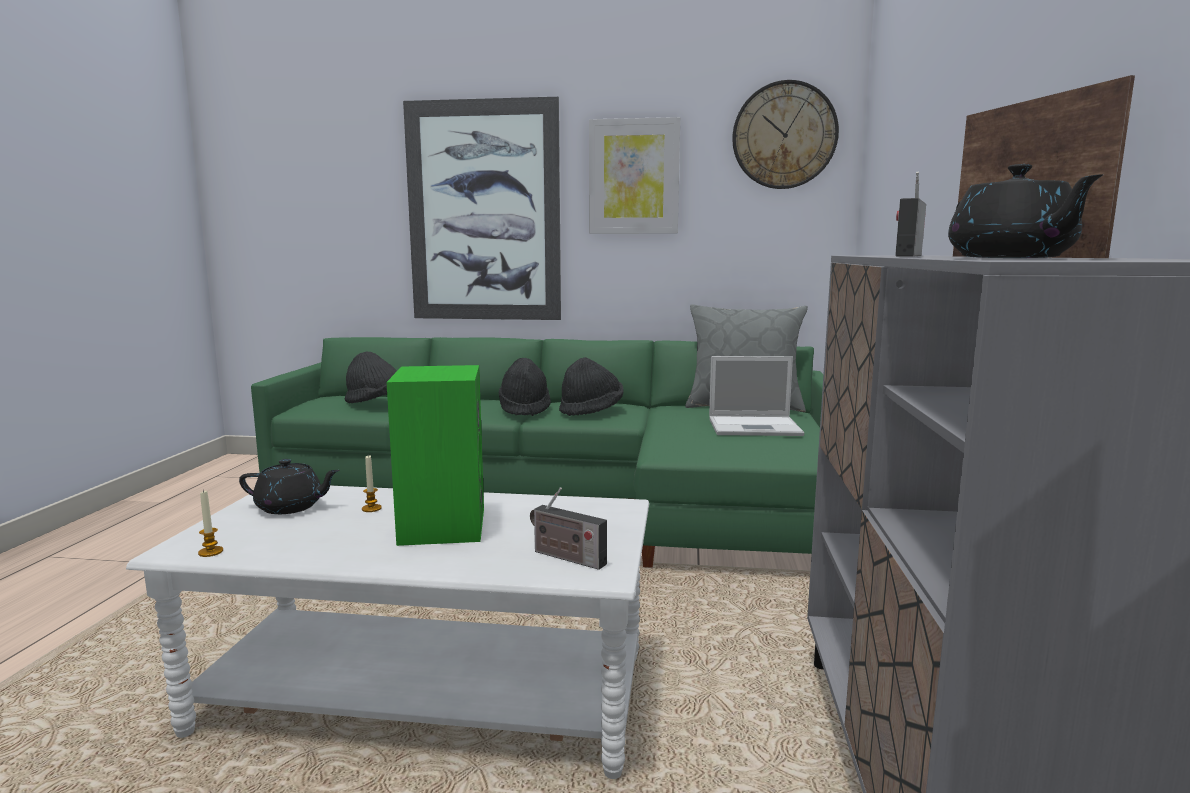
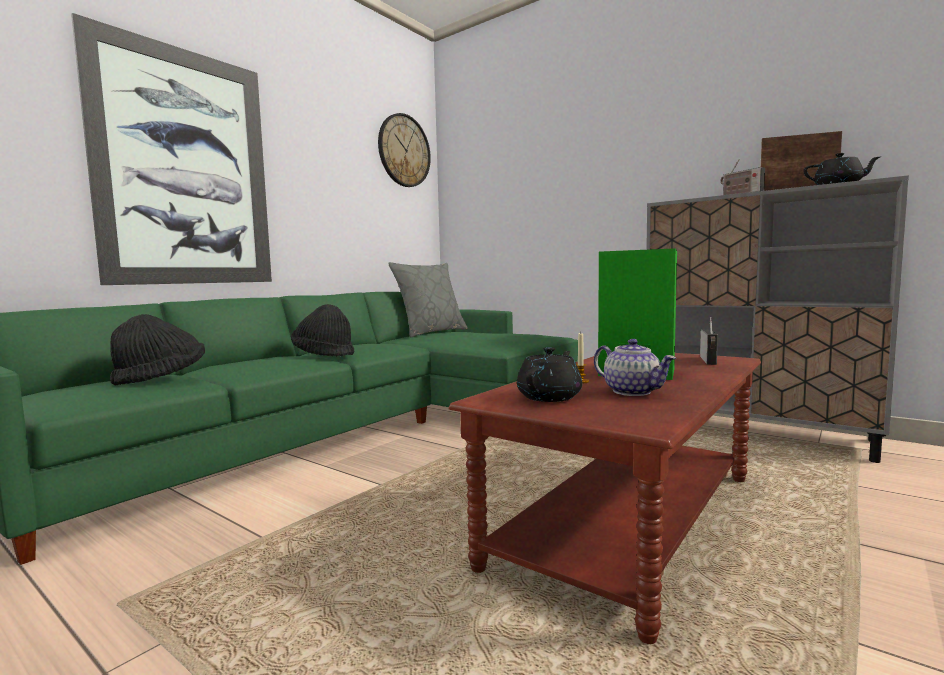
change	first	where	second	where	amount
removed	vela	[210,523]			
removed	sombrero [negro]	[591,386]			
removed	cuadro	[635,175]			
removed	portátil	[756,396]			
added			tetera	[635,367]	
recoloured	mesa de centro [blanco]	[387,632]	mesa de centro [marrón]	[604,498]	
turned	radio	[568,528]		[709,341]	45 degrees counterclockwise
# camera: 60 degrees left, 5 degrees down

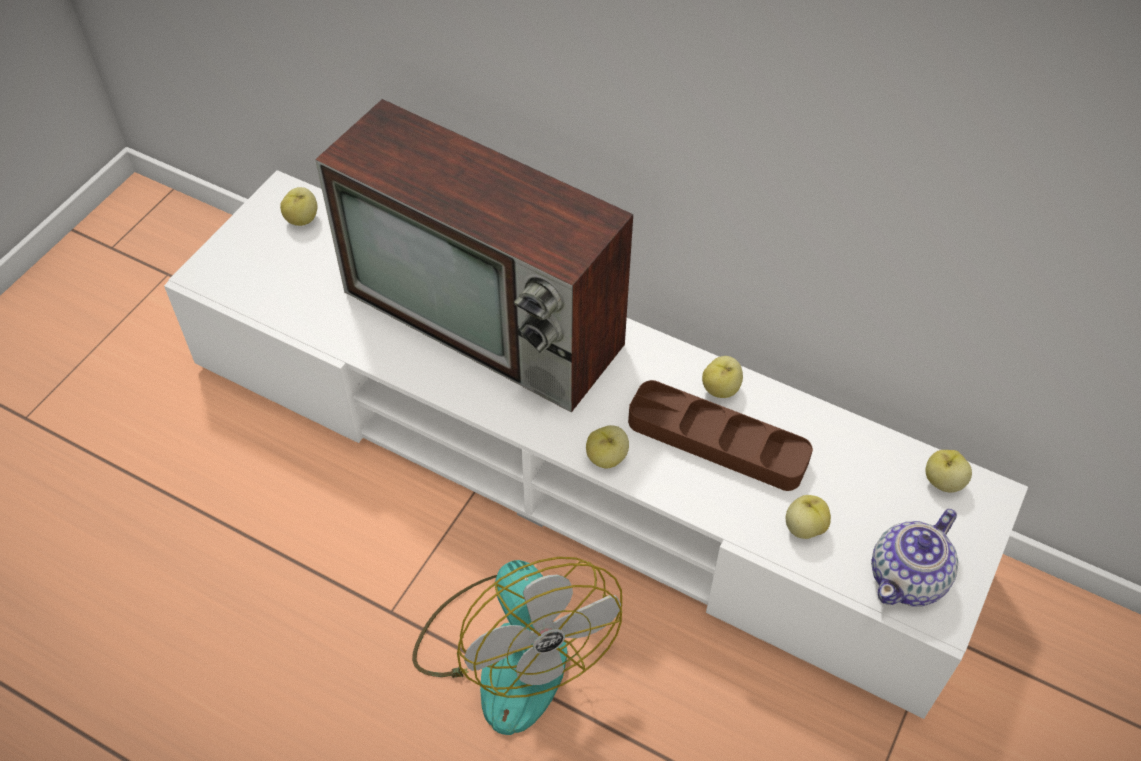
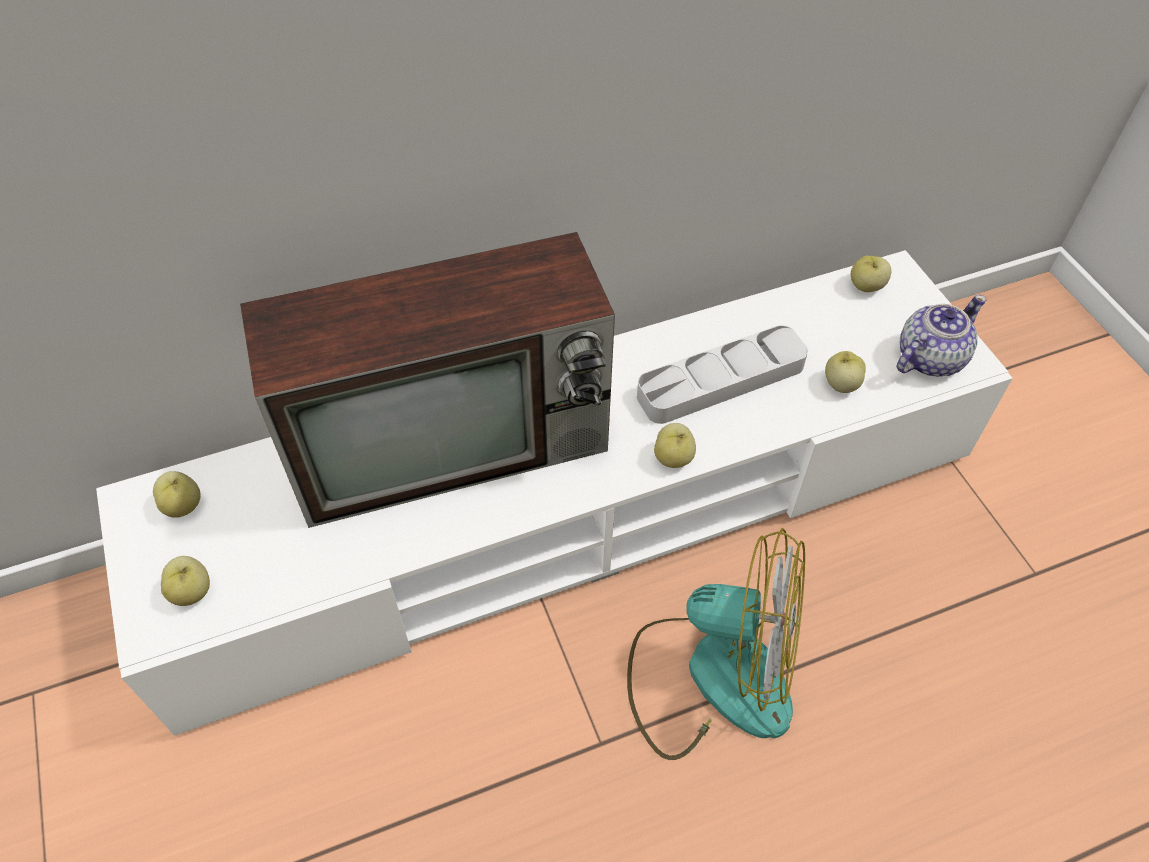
change	first	where	second	where	amount
moved	manzana	[722,377]		[185,581]	
recoloured	bandeja [marrón]	[720,435]	bandeja [gris]	[722,374]	
turned	tetera	[914,557]		[941,335]	120 degrees counterclockwise
# camera: 50 degrees left, 0 degrees up

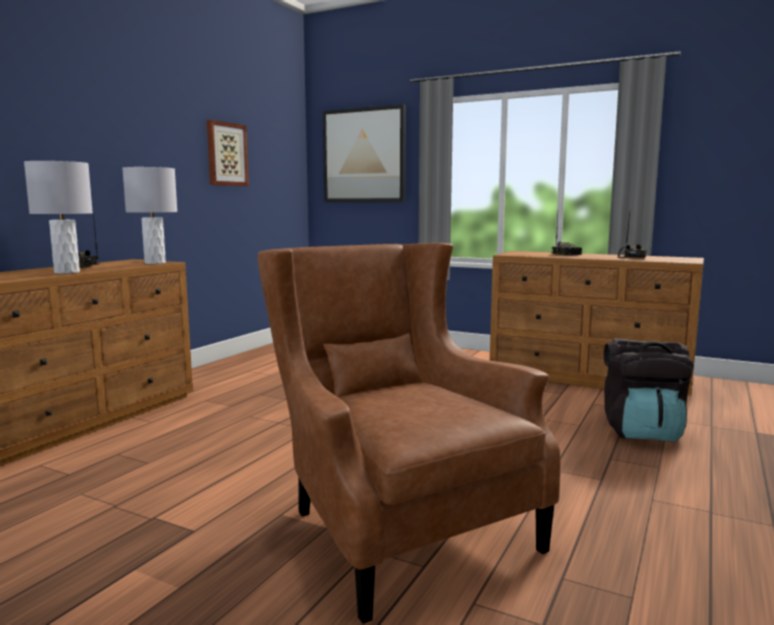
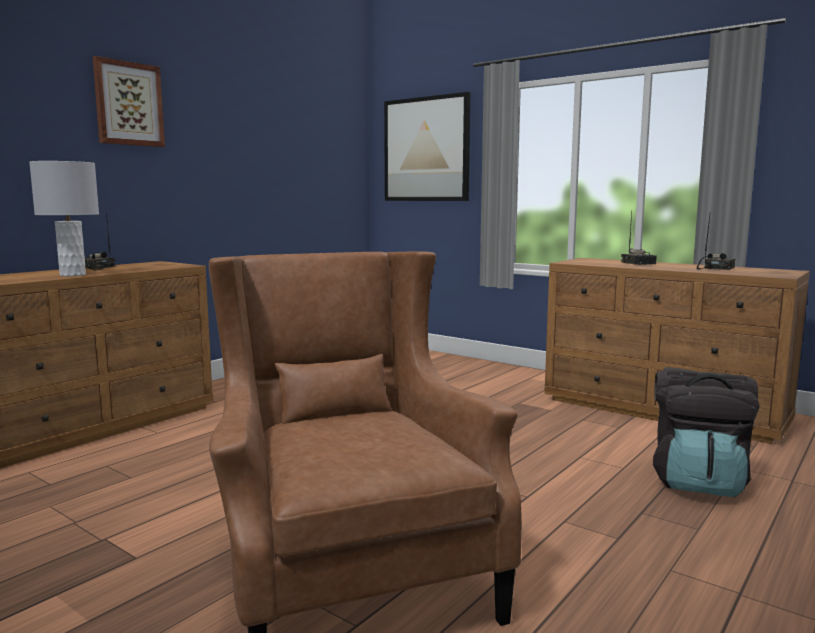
change	first	where	second	where	amount
removed	lámpara de mesa [gris]	[149,215]			
moved	cuadro	[228,153]		[128,101]	
# camera: 10 degrees right, 0 degrees up

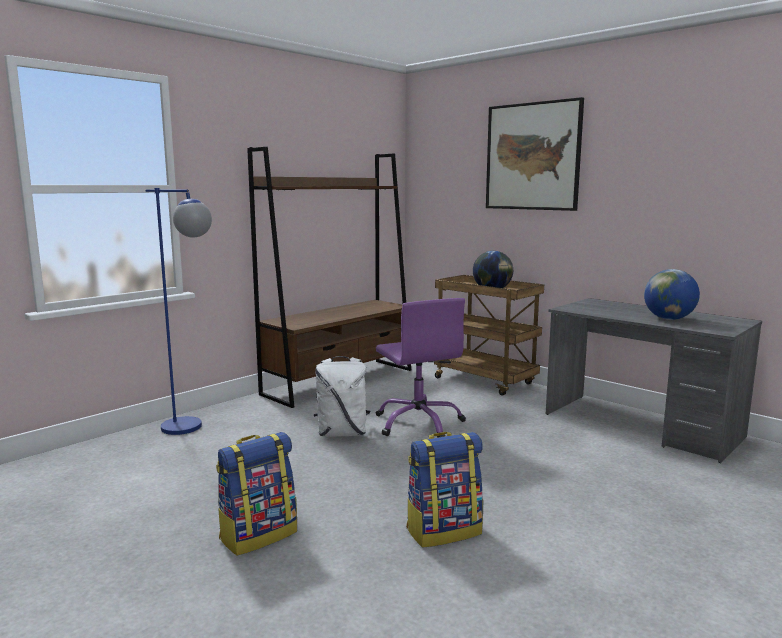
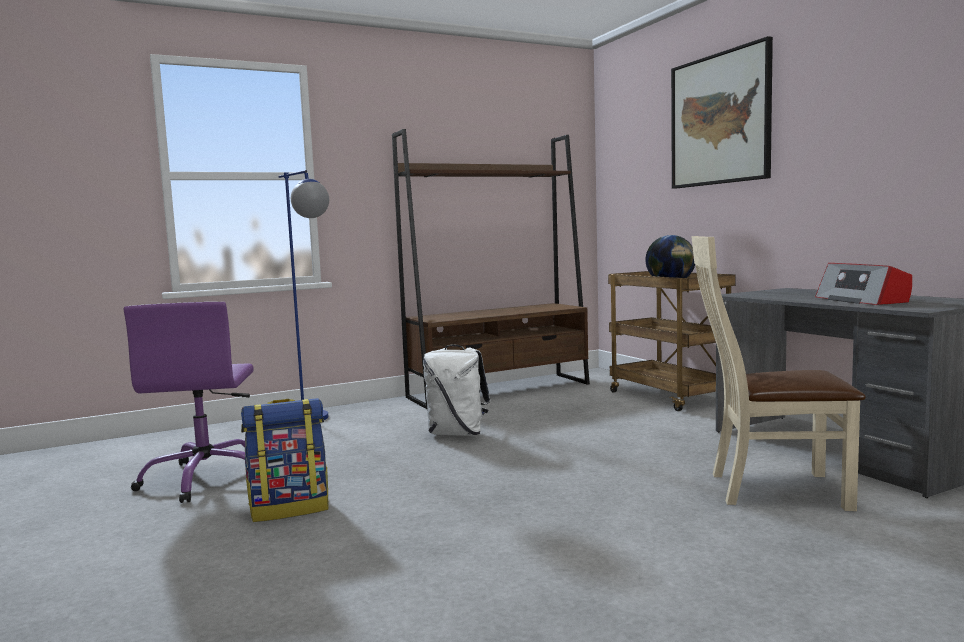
change	first	where	second	where	amount
removed	mochila	[444,490]			
added			silla [beis]	[778,373]	
moved	silla de oficina [morado]	[421,368]		[189,402]	
replaced	globo terráqueo	[672,294]	radio	[863,284]	
# camera: 20 degrees right, 5 degrees down

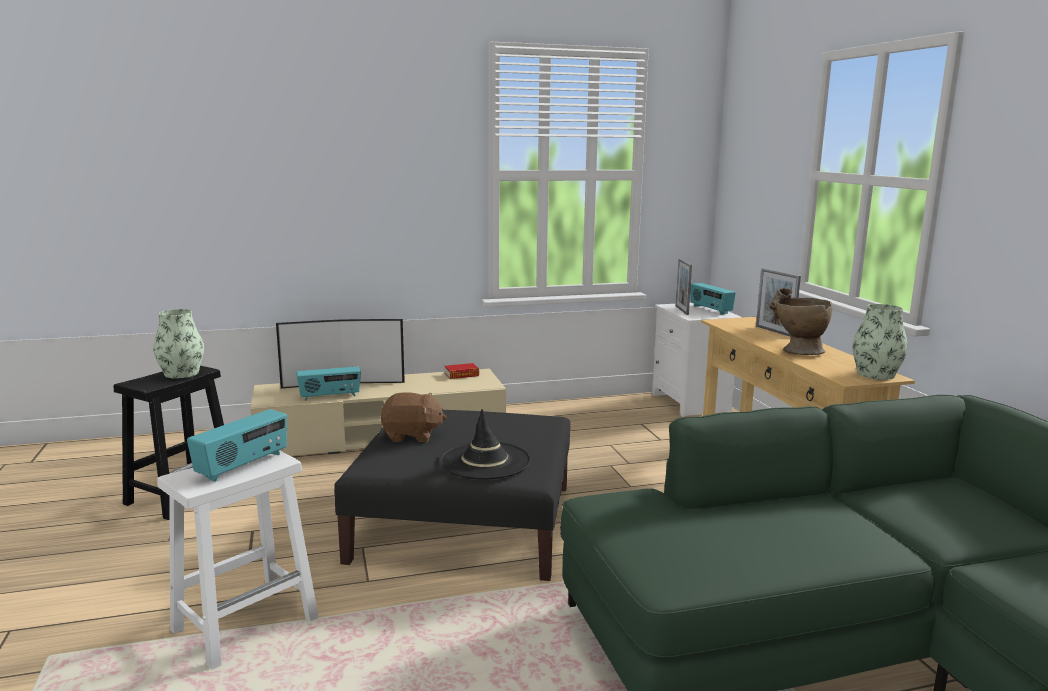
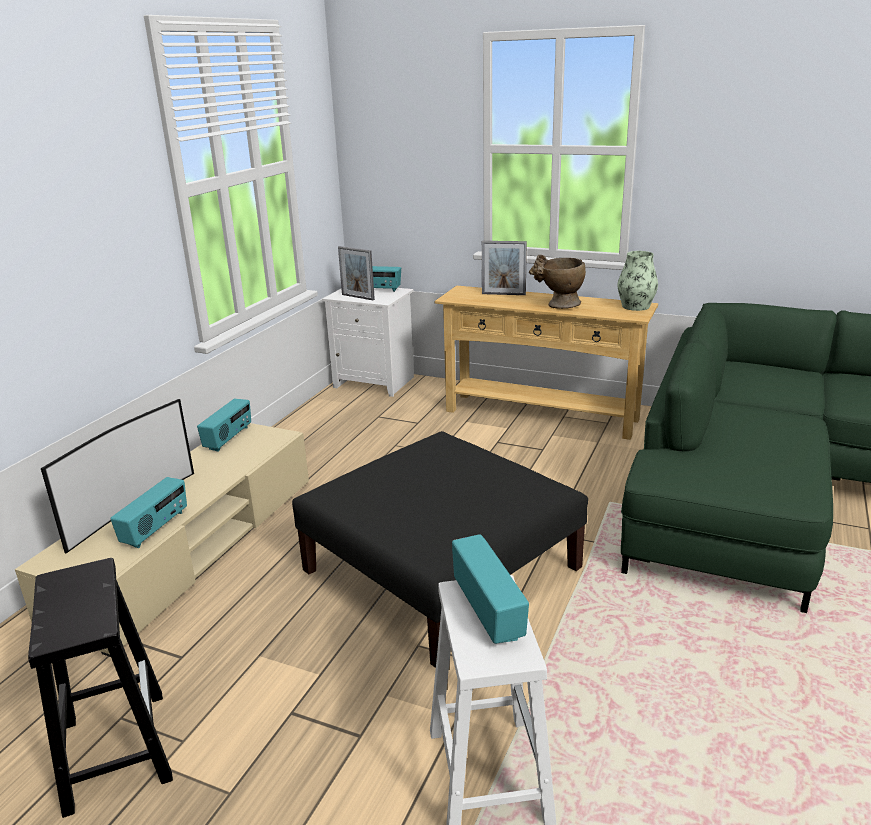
change	first	where	second	where	amount
removed	florero	[178,344]			
removed	peluche [marrón]	[413,417]			
removed	sombrero [negro]	[485,444]			
replaced	libro	[462,371]	radio	[224,425]	
# camera: 50 degrees left, 10 degrees up

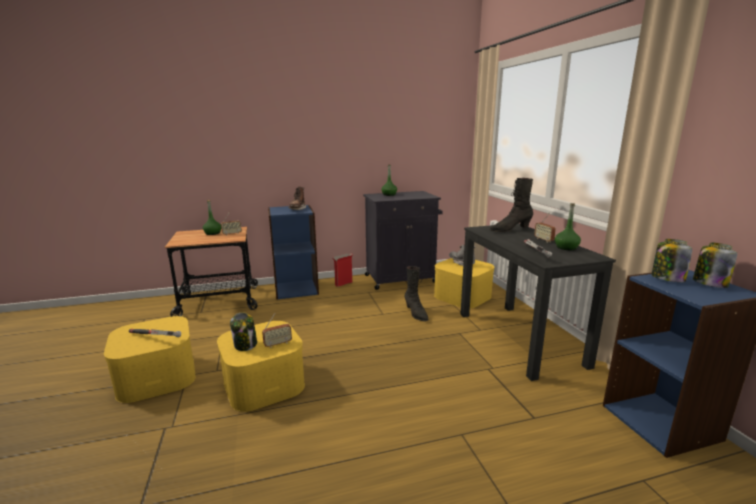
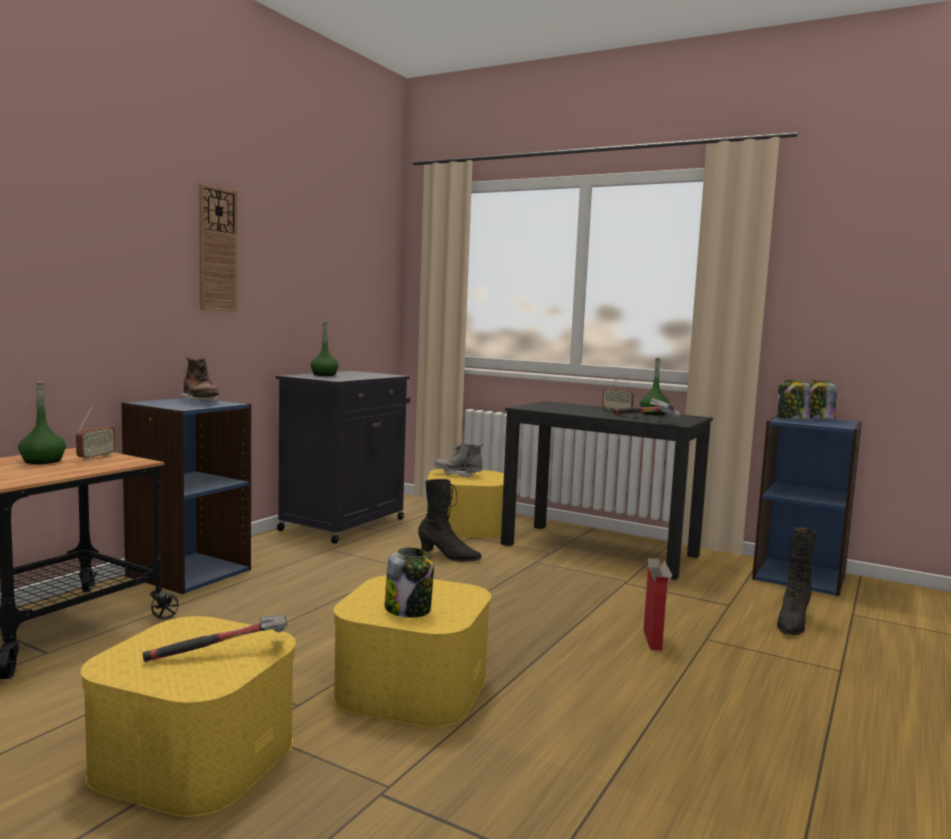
change	first	where	second	where	amount
removed	radio	[277,330]			
added			reloj de pared	[218,248]	
moved	caja de cartón	[342,270]		[658,604]	
moved	bota [negro]	[511,205]		[797,581]	
# camera: 45 degrees left, 10 degrees down

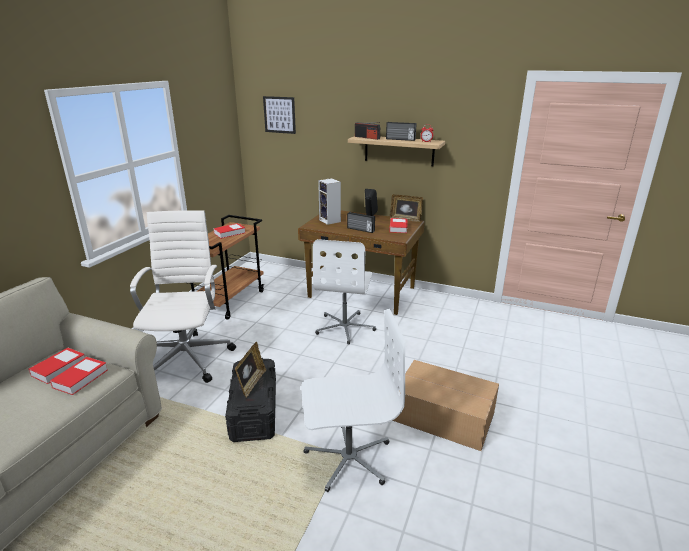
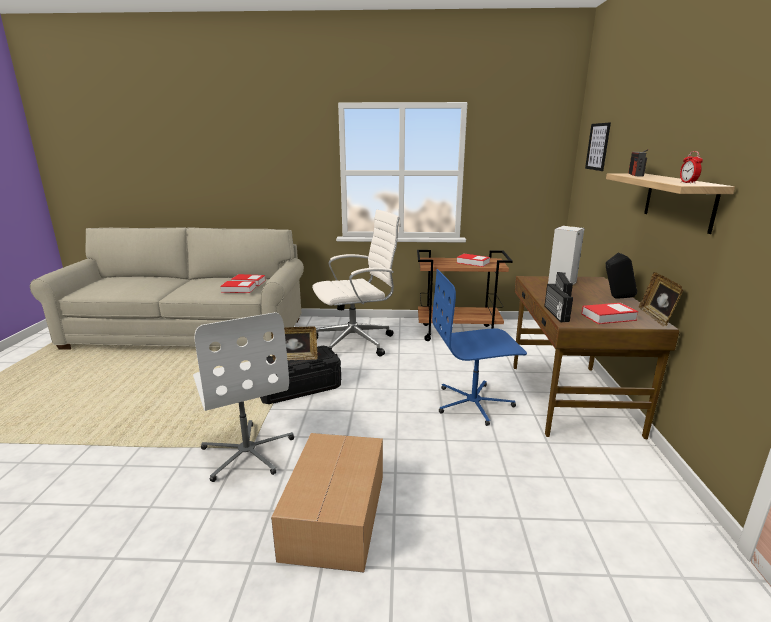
change	first	where	second	where	amount
moved	radio	[401,131]		[558,303]	
recoloured	silla de oficina [blanco]	[344,291]	silla de oficina [azul]	[479,347]	
# camera: 70 degrees right, 5 degrees down

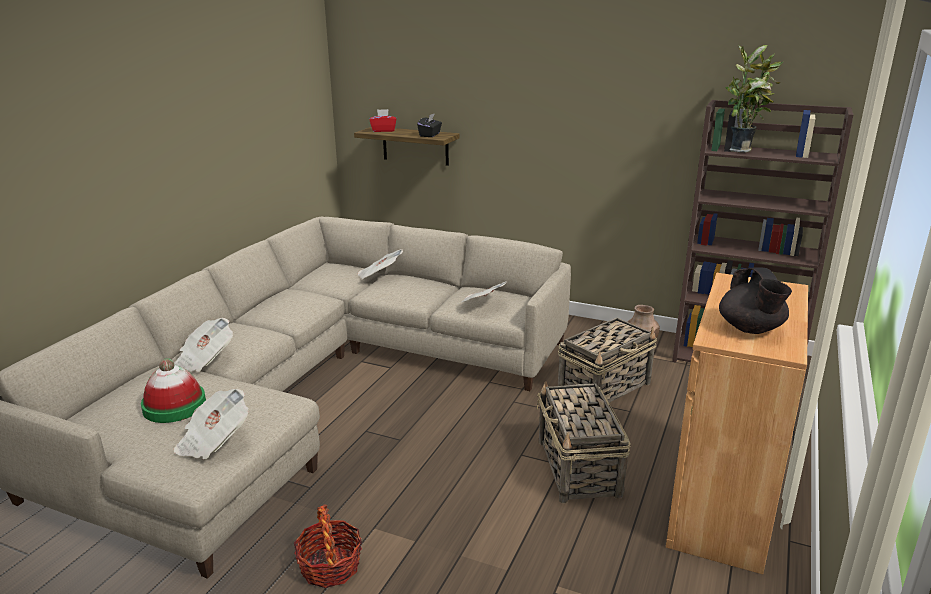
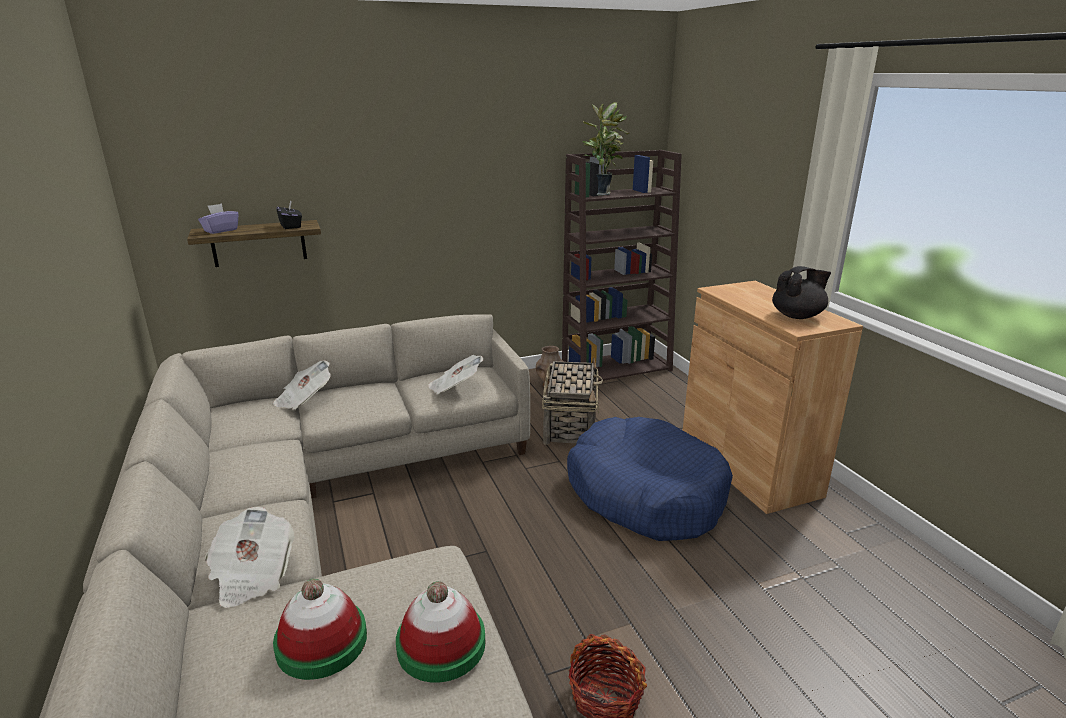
change	first	where	second	where	amount
replaced	periódico	[211,424]	sombrero	[440,632]	
replaced	cesta	[584,442]	cama para perro [azul]	[650,479]	
recoloured	caja de pañuelos [rojo]	[382,120]	caja de pañuelos [morado]	[218,219]	
turned	tetera [negro]	[755,300]		[801,292]	60 degrees counterclockwise
# camera: 45 degrees left, 0 degrees up

